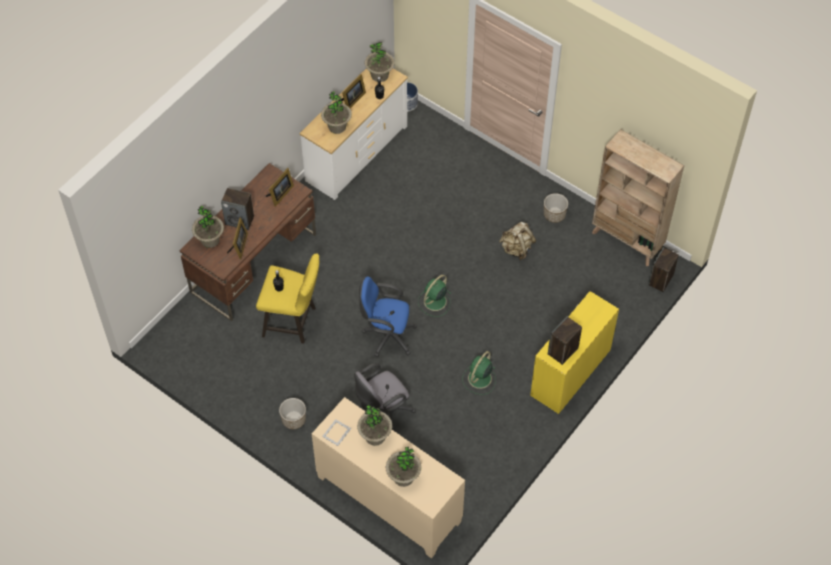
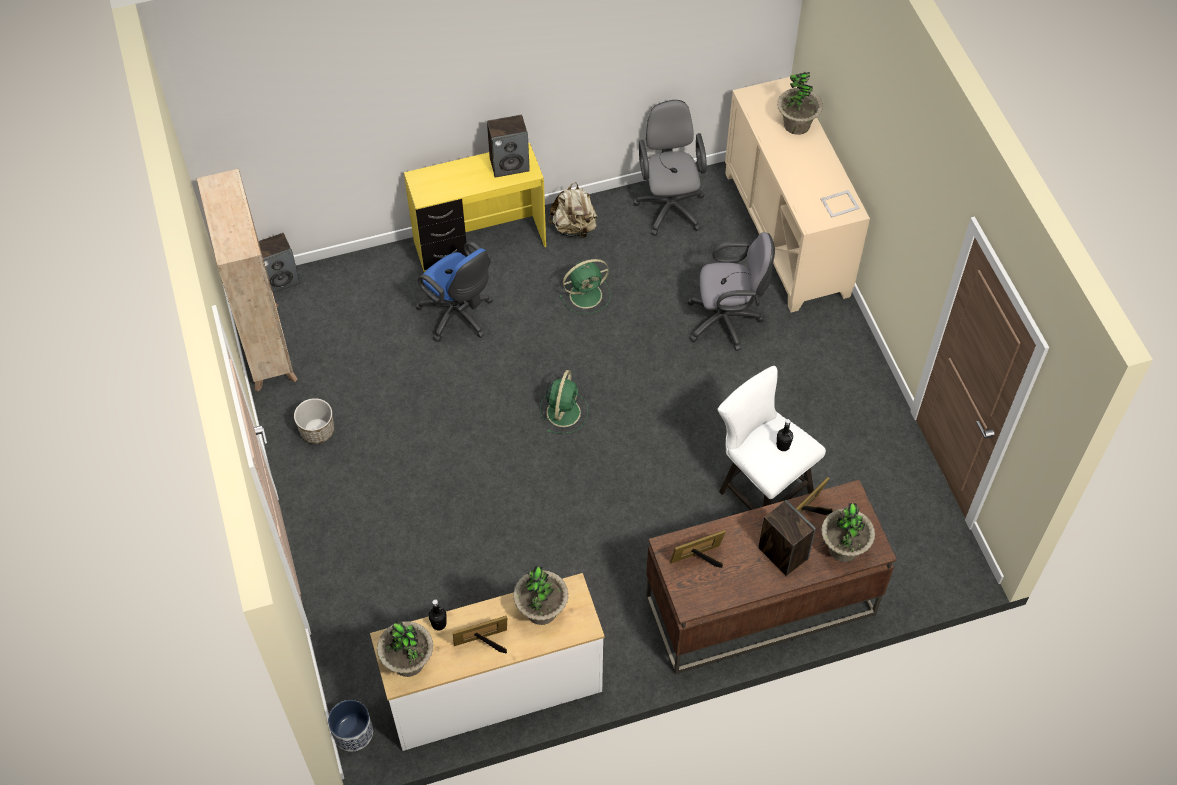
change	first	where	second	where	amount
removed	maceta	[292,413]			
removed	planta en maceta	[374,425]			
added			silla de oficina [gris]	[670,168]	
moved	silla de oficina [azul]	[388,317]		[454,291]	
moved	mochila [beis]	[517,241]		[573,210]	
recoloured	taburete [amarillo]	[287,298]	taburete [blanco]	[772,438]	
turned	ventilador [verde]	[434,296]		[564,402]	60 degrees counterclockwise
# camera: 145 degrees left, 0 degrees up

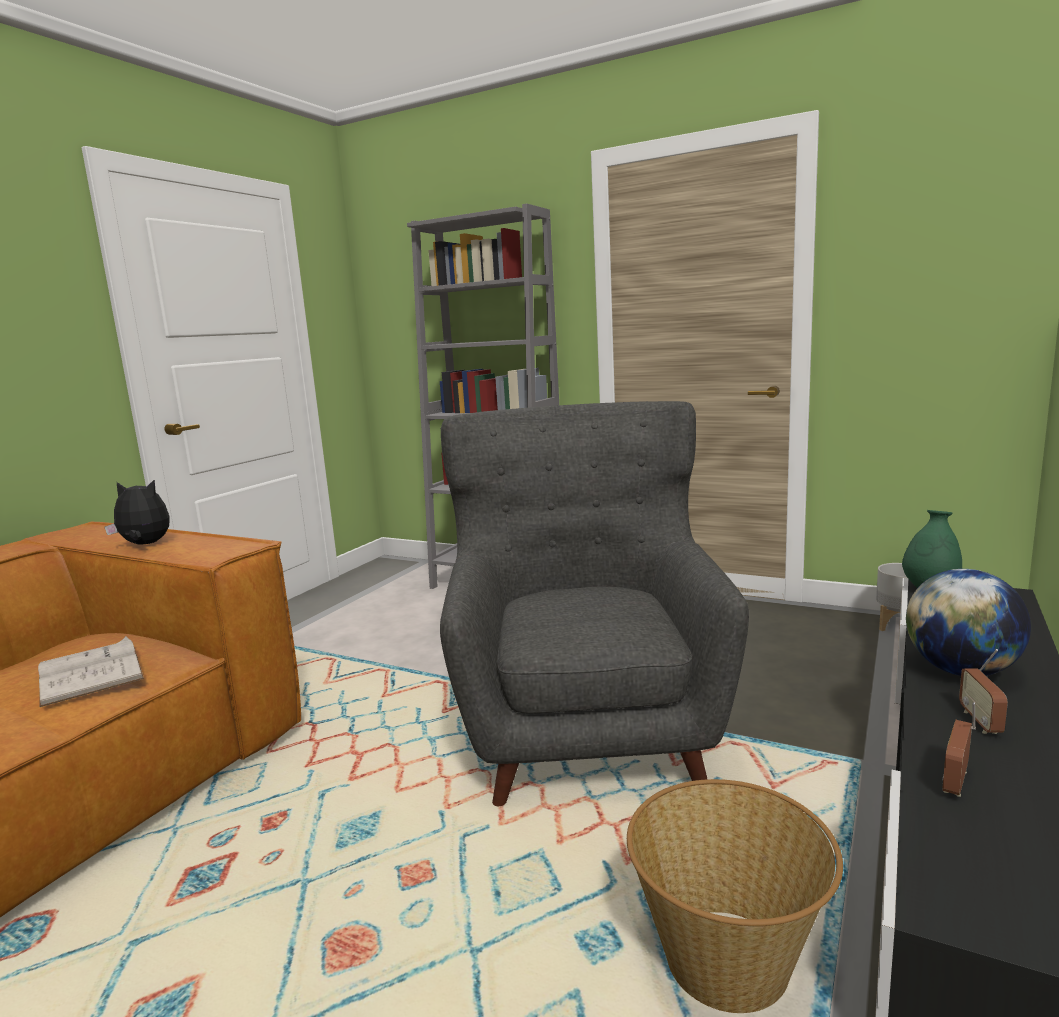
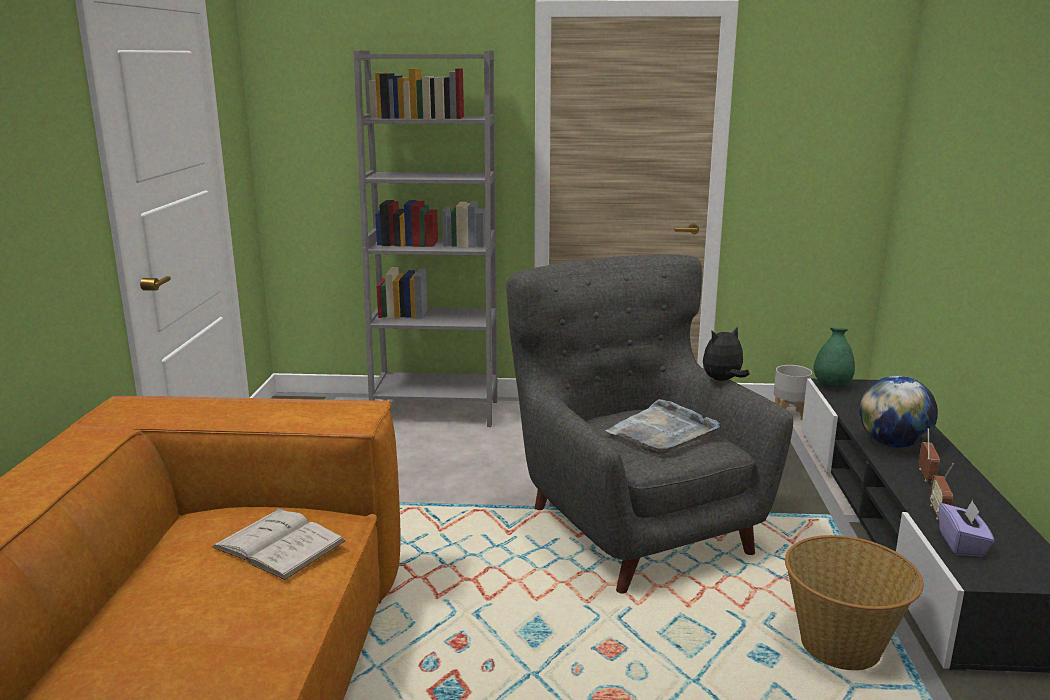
change	first	where	second	where	amount
added			bandeja [gris]	[662,427]	
added			caja de pañuelos [morado]	[966,528]	
moved	peluche	[137,512]		[726,353]	
turned	radio	[983,691]		[929,455]	150 degrees counterclockwise
# camera: 25 degrees left, 5 degrees up

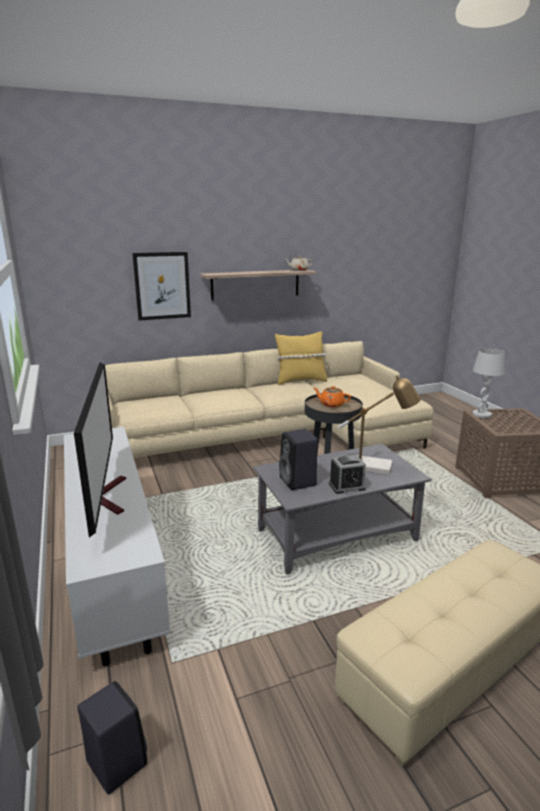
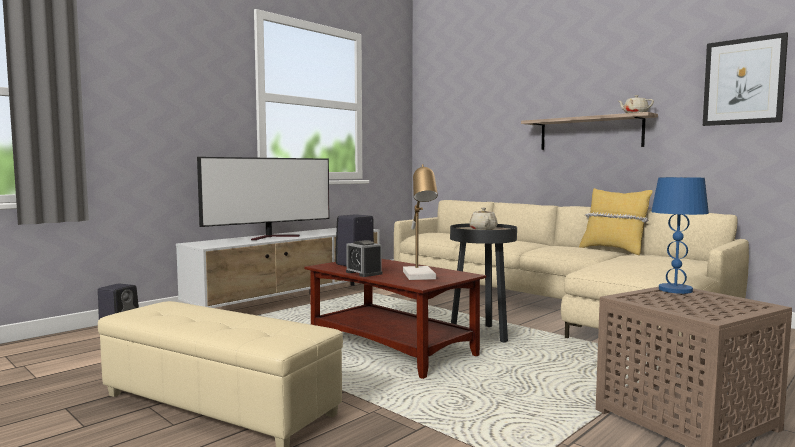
change	first	where	second	where	amount
moved	cuadro	[161,286]		[745,79]	
recoloured	mesa de centro [gris]	[342,509]	mesa de centro [marrón]	[395,319]	
recoloured	tetera [naranja]	[332,397]	tetera [beis]	[483,219]	
recoloured	lámpara de mesa [blanco]	[489,383]	lámpara de mesa [azul]	[680,235]	
# camera: 65 degrees right, 15 degrees down

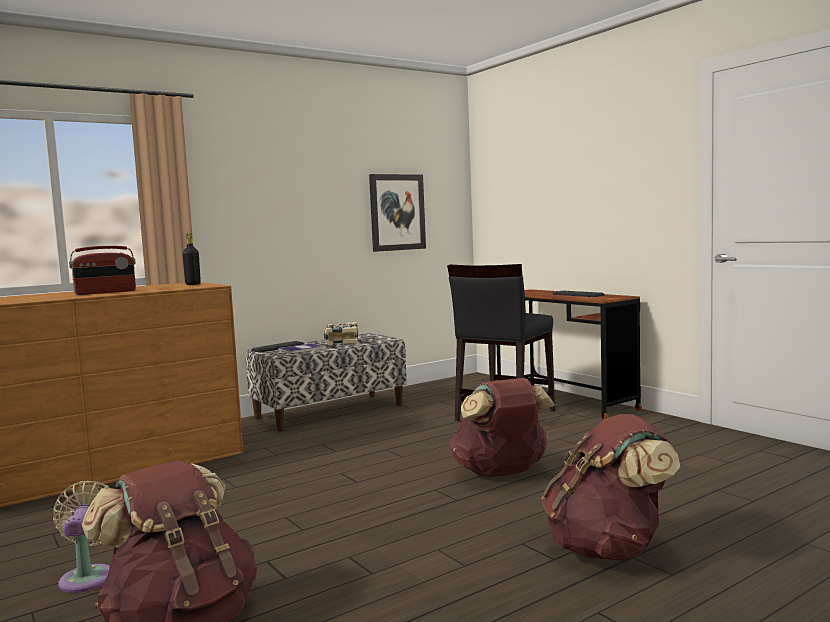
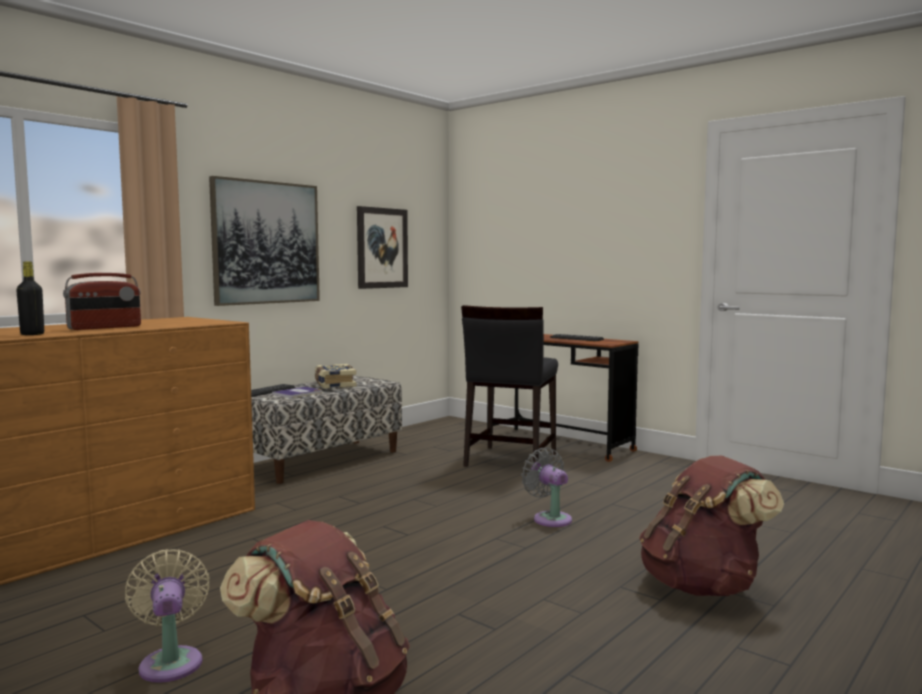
change	first	where	second	where	amount
added			cuadro	[264,241]	
moved	botella [negro]	[191,259]		[30,298]	
replaced	mochila [marrón]	[502,427]	ventilador [gris]	[546,487]	
# camera: 15 degrees left, 0 degrees up

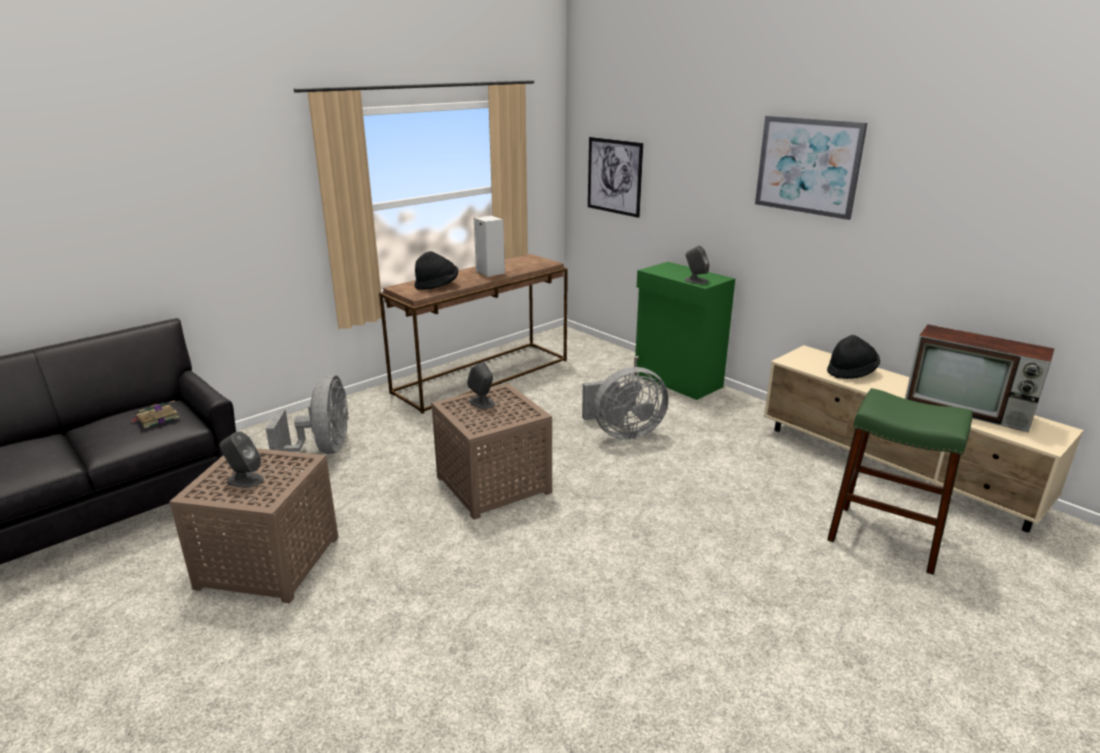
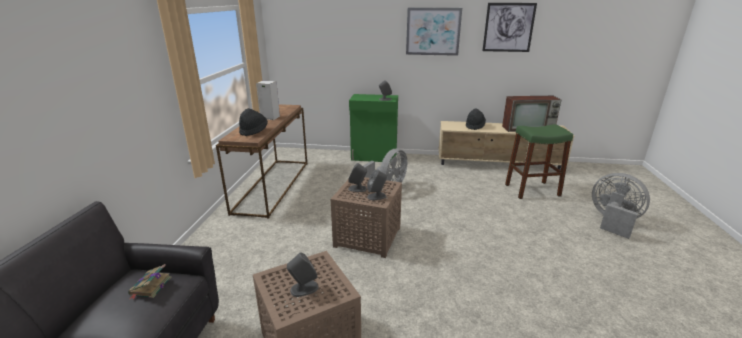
change	first	where	second	where	amount
added			altavoz [gris]	[377,185]	
moved	ventilador [gris]	[307,414]		[621,206]	
moved	cuadro	[615,177]		[509,27]	
# camera: 40 degrees left, 0 degrees up

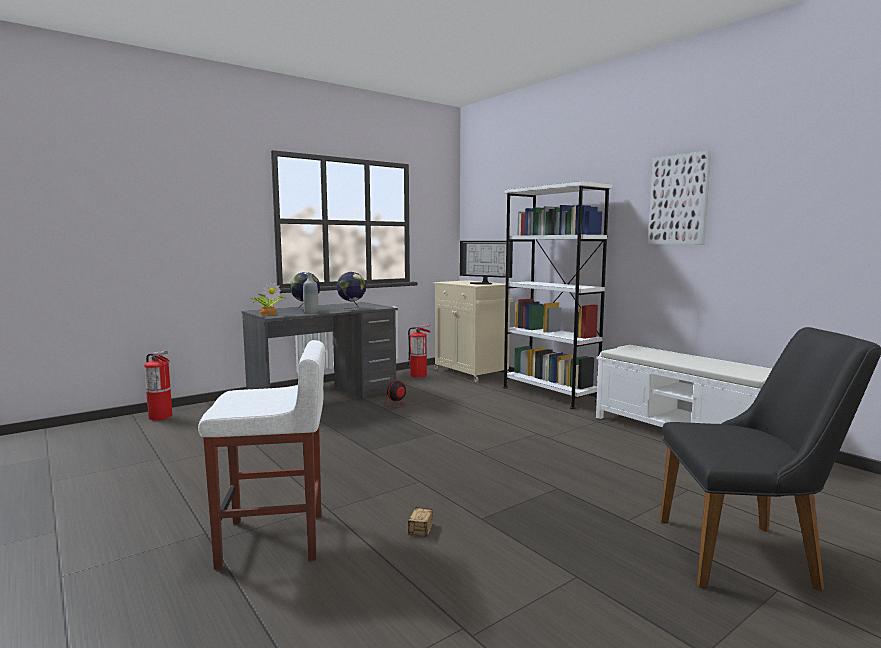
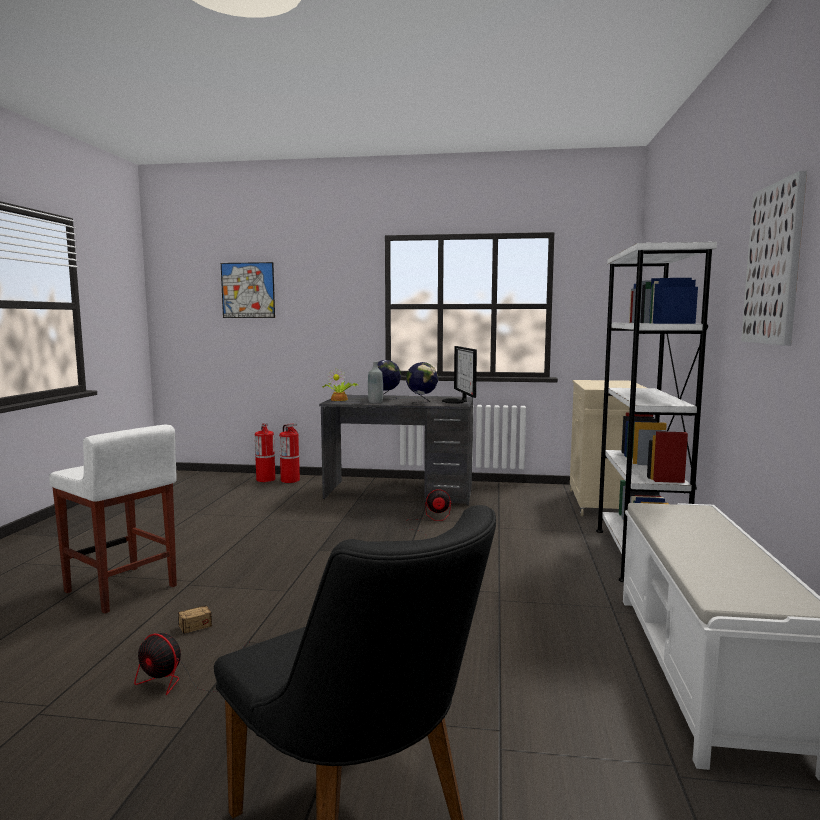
change	first	where	second	where	amount
added			ventilador	[191,664]	
added			cuadro	[248,290]	
moved	extintor	[419,351]		[289,453]	
moved	monitor	[486,263]		[459,375]	
# camera: 45 degrees right, 0 degrees up

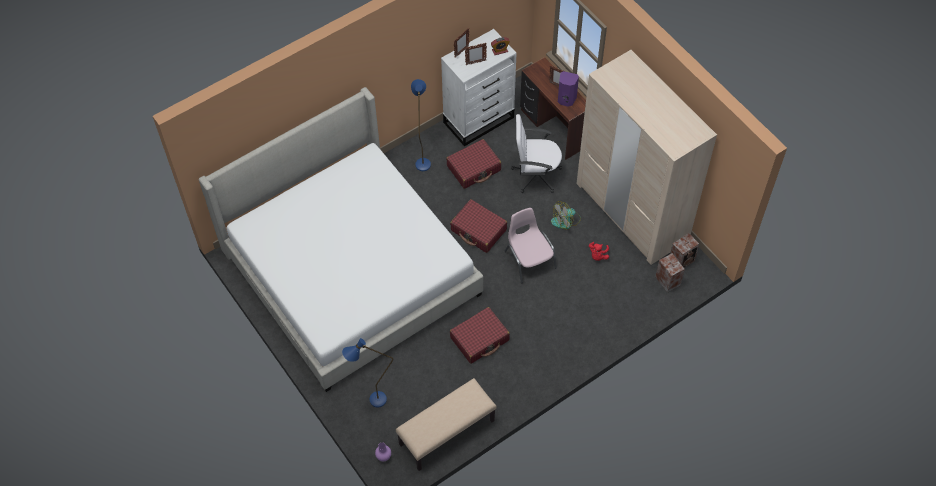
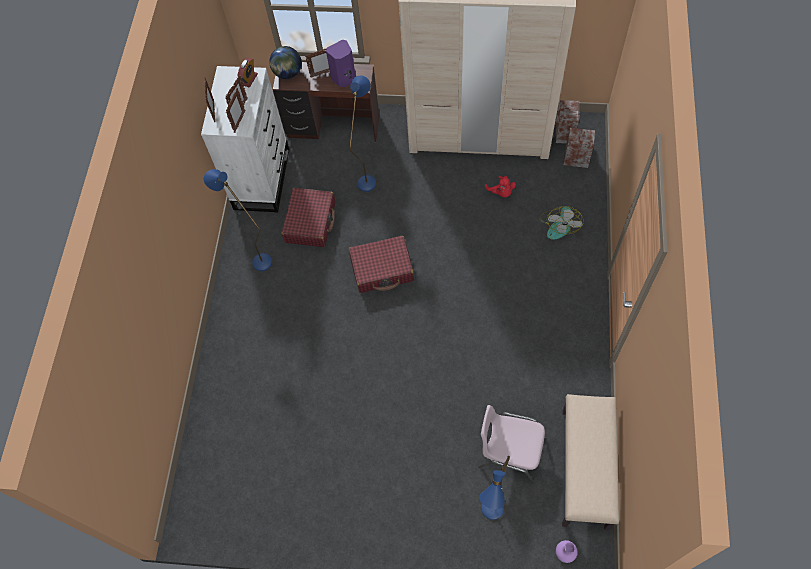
change	first	where	second	where	amount
removed	cama	[341,239]			
removed	maleta [rojo]	[480,335]			
added			portarretratos	[235,110]	
added			globo terráqueo	[285,62]	
moved	silla [rosa]	[531,245]		[511,444]	
moved	ventilador	[566,215]		[561,223]	
replaced	silla de oficina [blanco]	[536,153]	lámpara de pie [azul]	[363,134]	
# camera: 45 degrees left, 5 degrees up

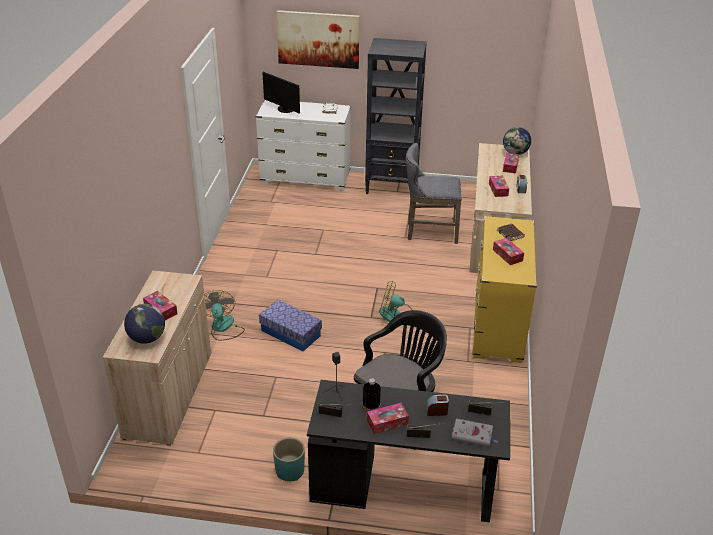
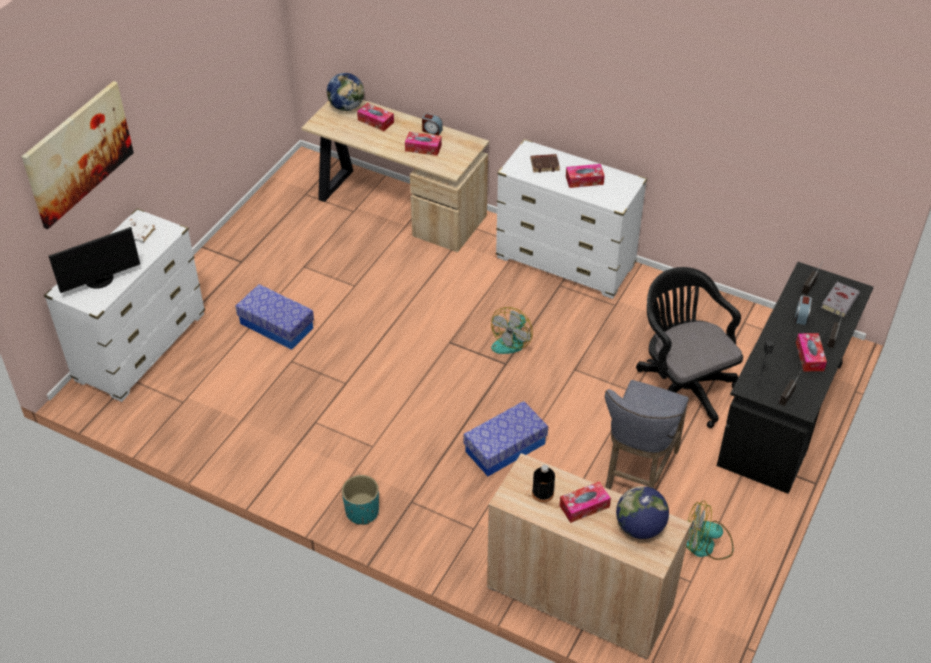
change	first	where	second	where	amount
removed	estantería [negro]	[396,116]			
added			caja de almacenaje	[274,317]	
moved	ventilador	[224,315]		[709,530]	
moved	maceta [turquesa]	[289,459]		[360,500]	
moved	botella [negro]	[371,394]		[543,484]	
moved	taburete [gris]	[434,193]		[647,435]	
recoloured	cómoda [amarillo]	[504,289]	cómoda [blanco]	[571,219]	
# camera: 70 degrees left, 10 degrees up

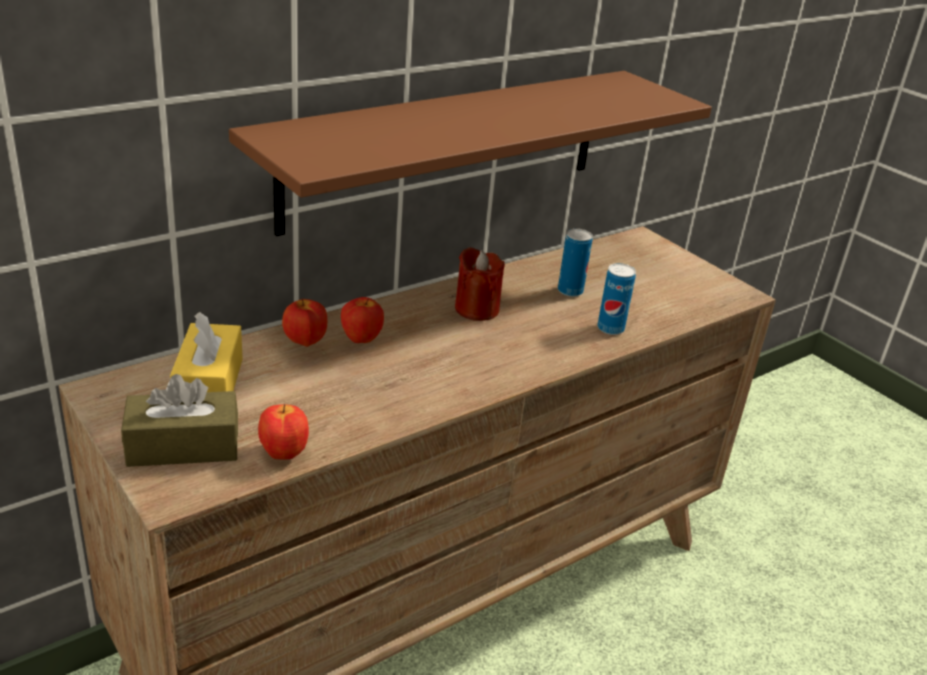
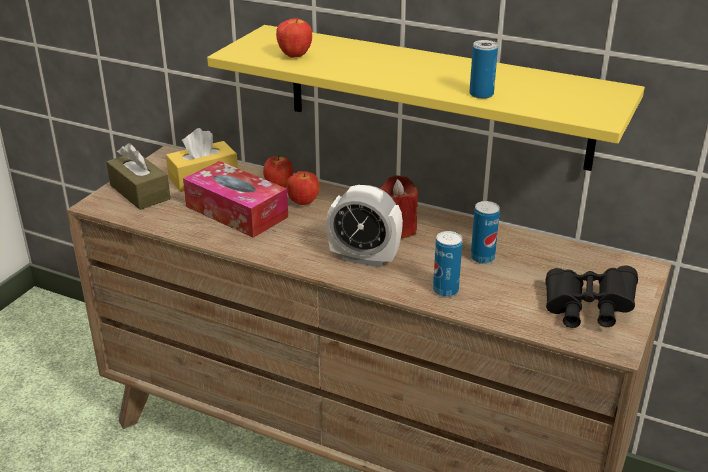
change	first	where	second	where	amount
added			caja de pañuelos	[235,199]	
added			despertador	[364,226]	
added			lata	[483,69]	
added			prismáticos [negro]	[591,297]	
moved	manzana	[283,432]		[294,38]	
recoloured	estante [marrón]	[470,153]	estante [amarillo]	[426,98]	
# camera: 65 degrees right, 0 degrees up

